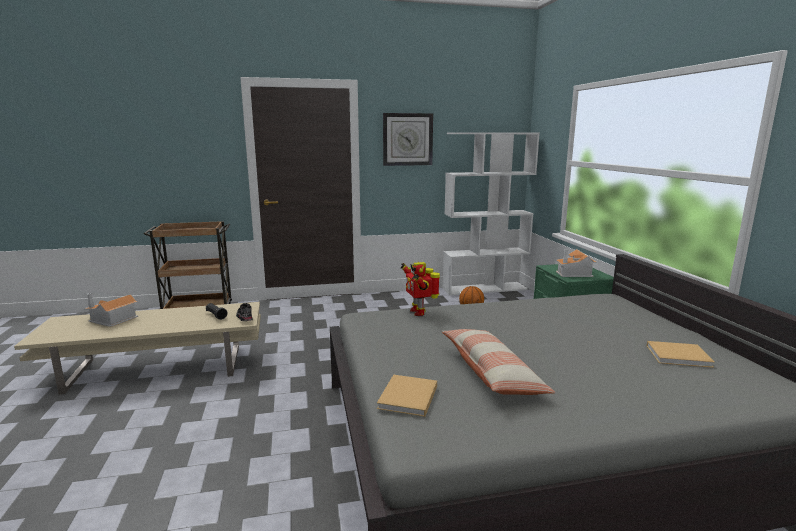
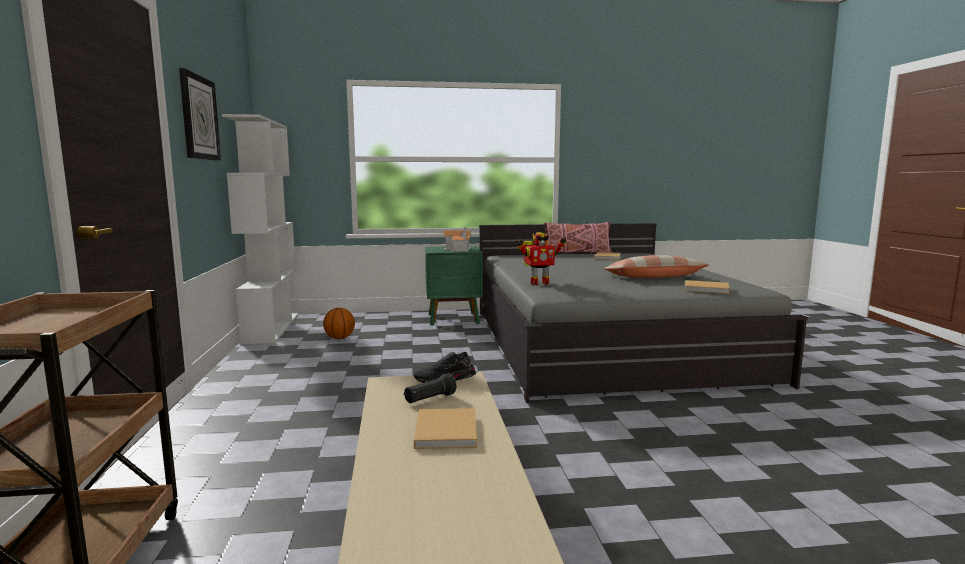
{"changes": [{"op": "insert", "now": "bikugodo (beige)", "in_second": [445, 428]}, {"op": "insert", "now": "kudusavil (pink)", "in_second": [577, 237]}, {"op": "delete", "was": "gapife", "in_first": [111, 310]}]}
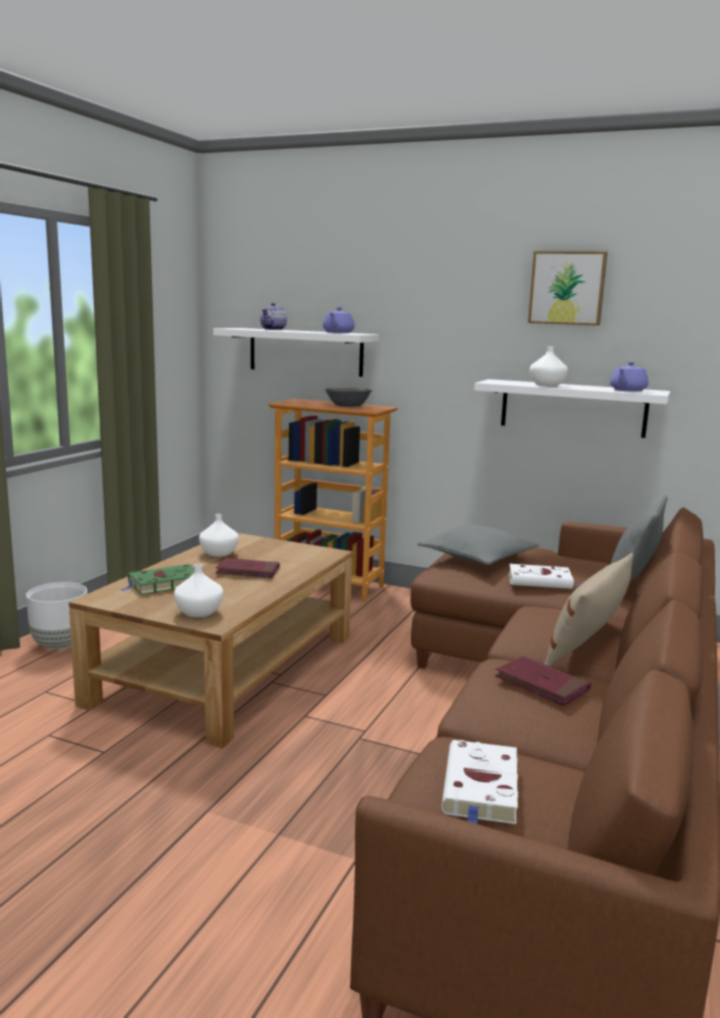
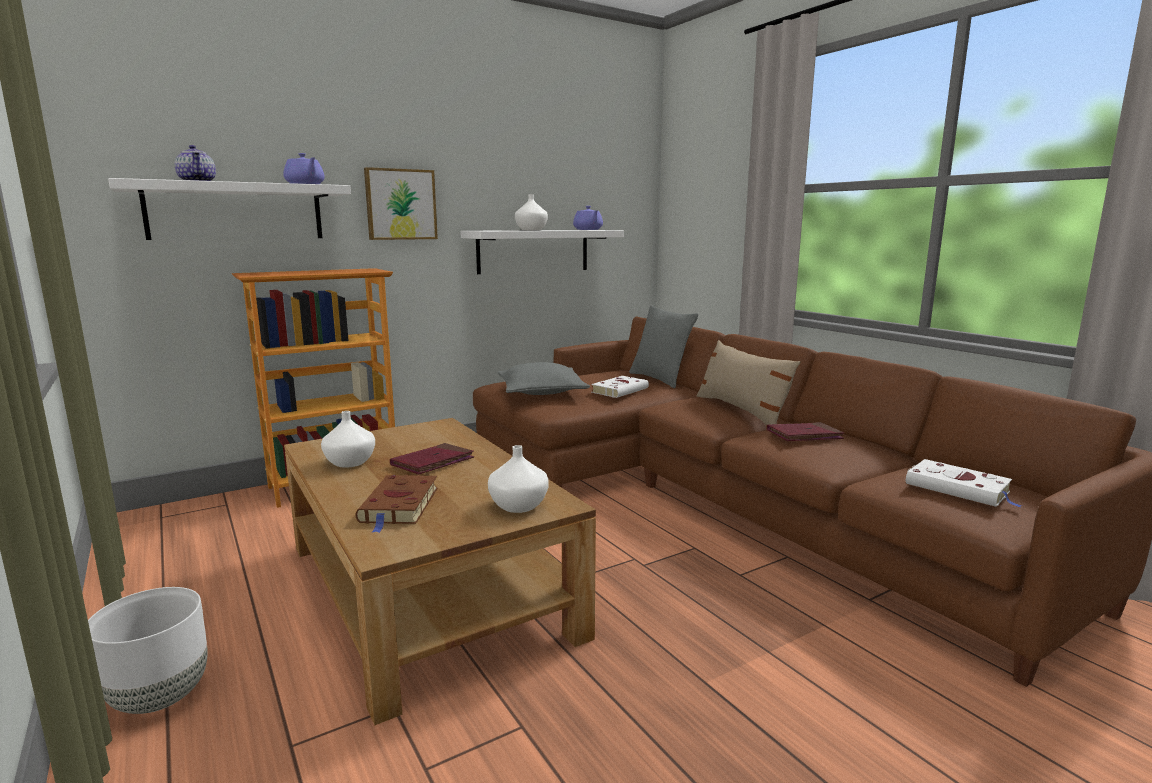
{"changes": [{"op": "recolor", "was": "bikugodo (green)", "now": "bikugodo (brown)", "in_first": [157, 579], "in_second": [397, 504]}, {"op": "move", "was": "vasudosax", "in_first": [567, 288], "in_second": [401, 203]}, {"op": "delete", "was": "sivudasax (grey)", "in_first": [348, 397]}]}
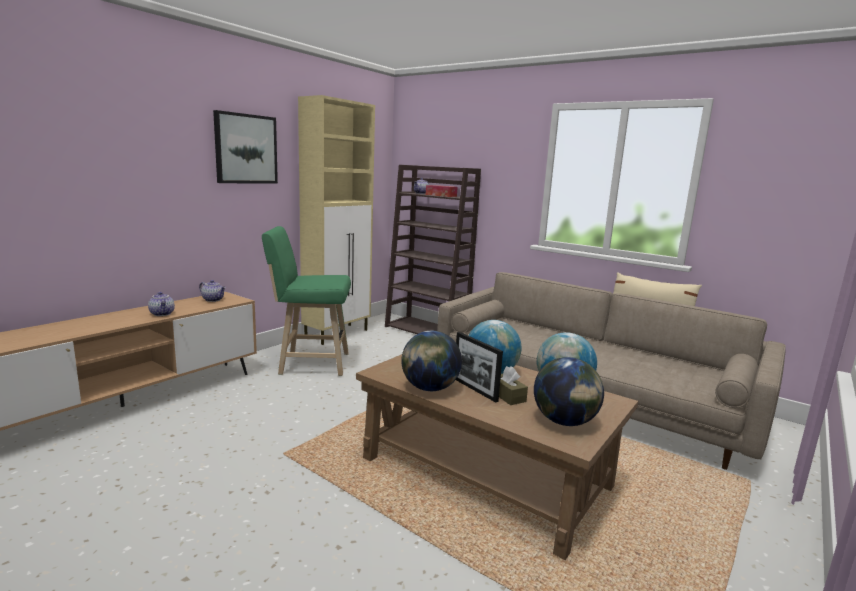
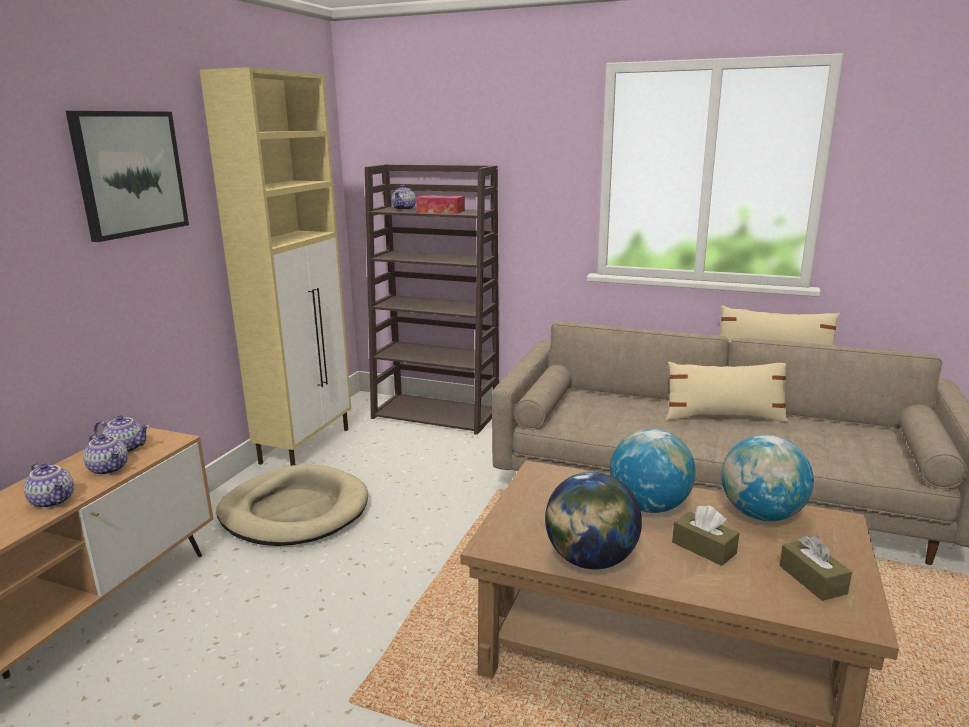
{"changes": [{"op": "insert", "now": "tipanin", "in_second": [105, 454]}, {"op": "replace", "was": "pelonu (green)", "now": "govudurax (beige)", "in_first": [306, 301], "in_second": [292, 505]}, {"op": "insert", "now": "kudusavil (beige)", "in_second": [727, 392]}, {"op": "replace", "was": "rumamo", "now": "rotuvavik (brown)", "in_first": [569, 391], "in_second": [815, 568]}, {"op": "delete", "was": "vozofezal", "in_first": [479, 367]}]}
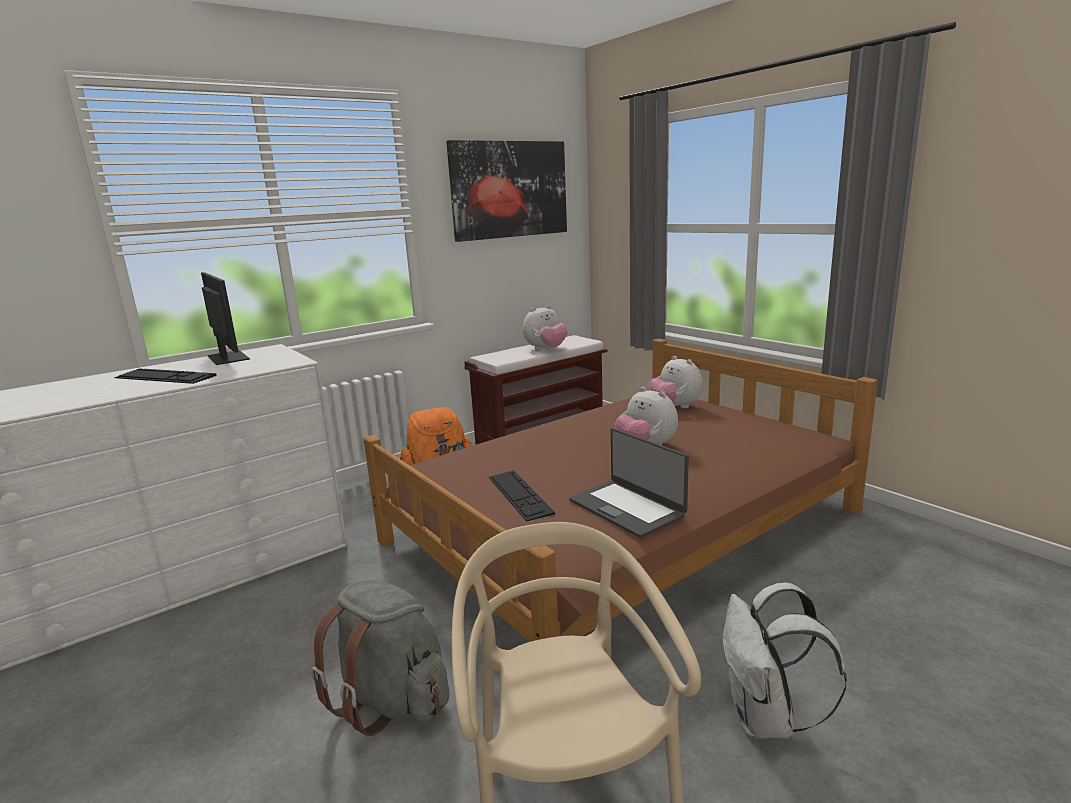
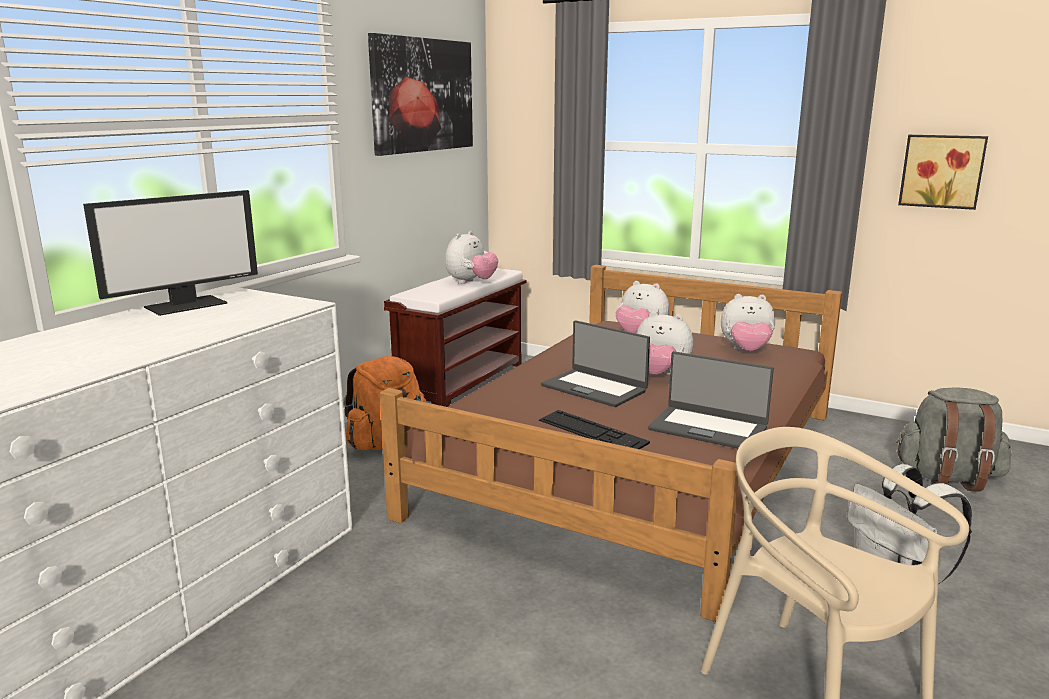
{"changes": [{"op": "rotate", "was": "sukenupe", "in_first": [225, 318], "in_second": [170, 253], "clockwise": 105}, {"op": "insert", "now": "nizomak", "in_second": [595, 364]}, {"op": "insert", "now": "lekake", "in_second": [748, 322]}, {"op": "move", "was": "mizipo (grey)", "in_first": [380, 658], "in_second": [954, 439]}, {"op": "insert", "now": "vasudosax", "in_second": [943, 172]}, {"op": "delete", "was": "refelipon", "in_first": [166, 376]}]}
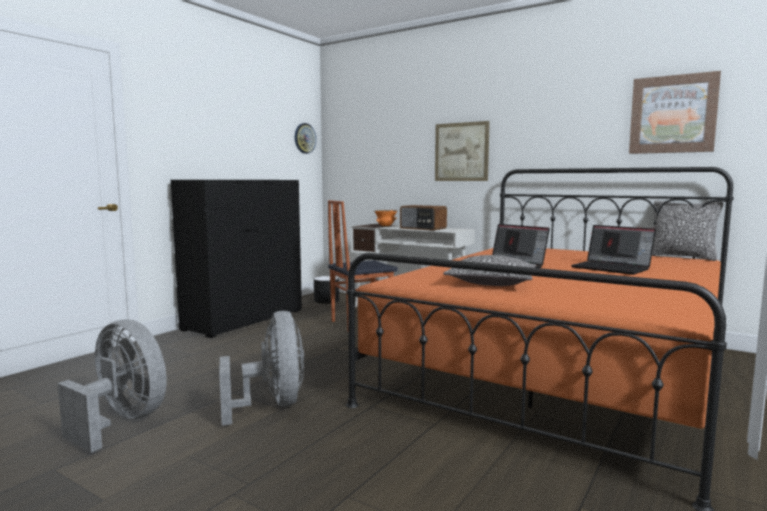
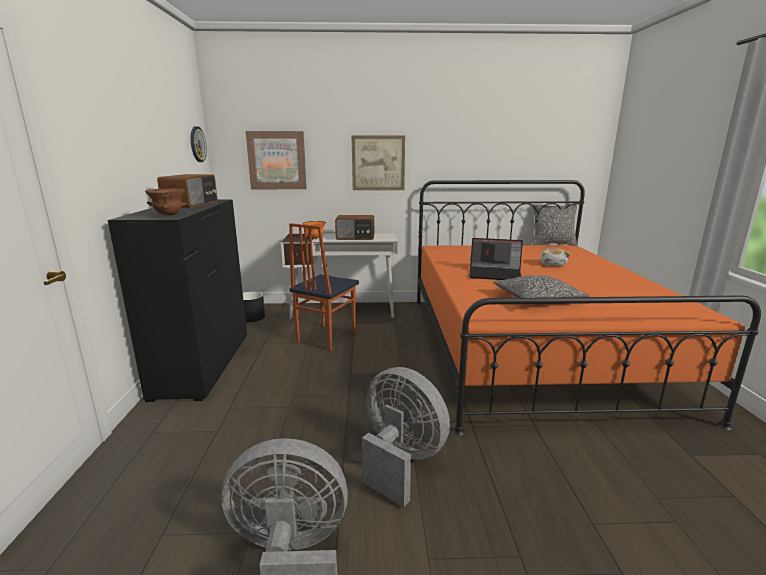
{"changes": [{"op": "insert", "now": "sivudasax (brown)", "in_second": [166, 202]}, {"op": "insert", "now": "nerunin", "in_second": [187, 191]}, {"op": "move", "was": "vasudosax", "in_first": [675, 112], "in_second": [276, 160]}, {"op": "replace", "was": "nizomak", "now": "lekake", "in_first": [613, 250], "in_second": [555, 256]}]}
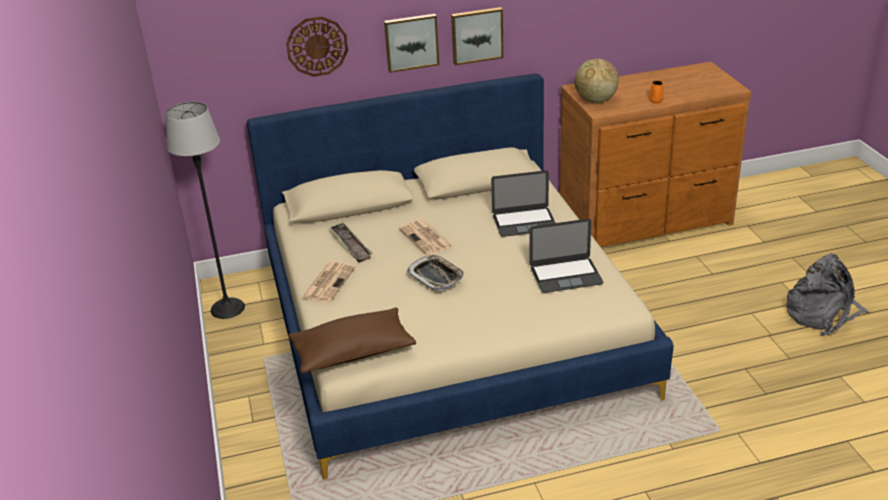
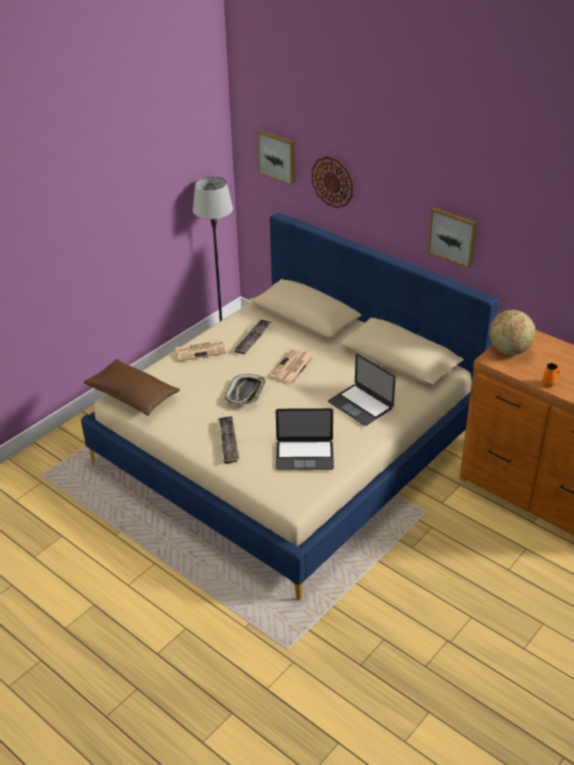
{"changes": [{"op": "insert", "now": "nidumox", "in_second": [228, 440]}, {"op": "move", "was": "vasudosax", "in_first": [411, 43], "in_second": [276, 157]}, {"op": "rotate", "was": "nizomak", "in_first": [567, 256], "in_second": [305, 439], "clockwise": -45}, {"op": "delete", "was": "mizipo (grey)", "in_first": [828, 295]}]}
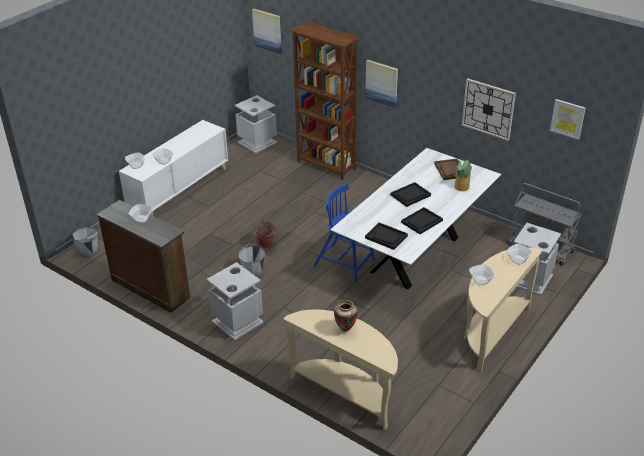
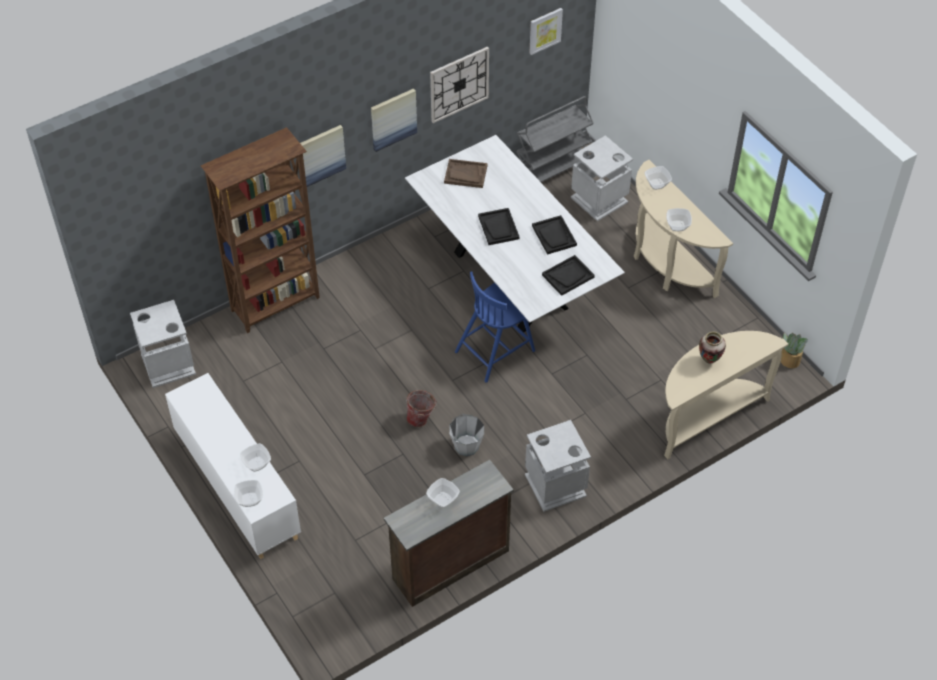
{"changes": [{"op": "move", "was": "vasudosax", "in_first": [267, 31], "in_second": [394, 120]}, {"op": "move", "was": "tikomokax", "in_first": [463, 175], "in_second": [794, 350]}, {"op": "delete", "was": "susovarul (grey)", "in_first": [85, 242]}]}
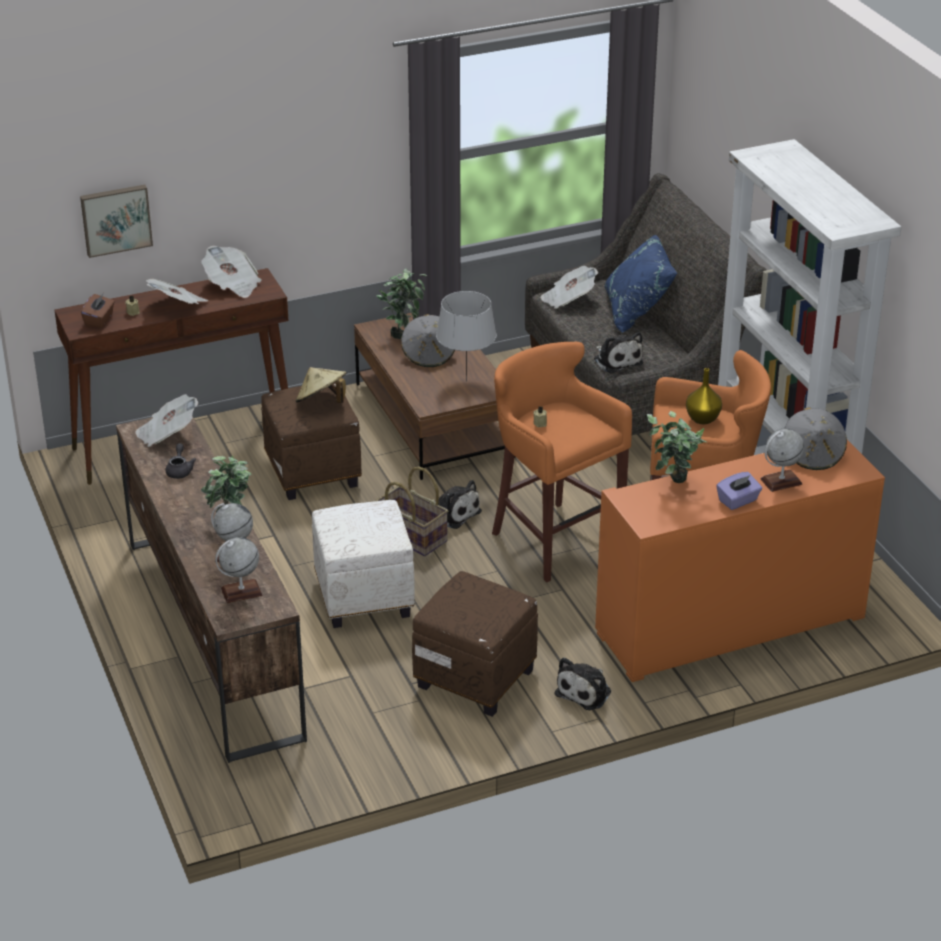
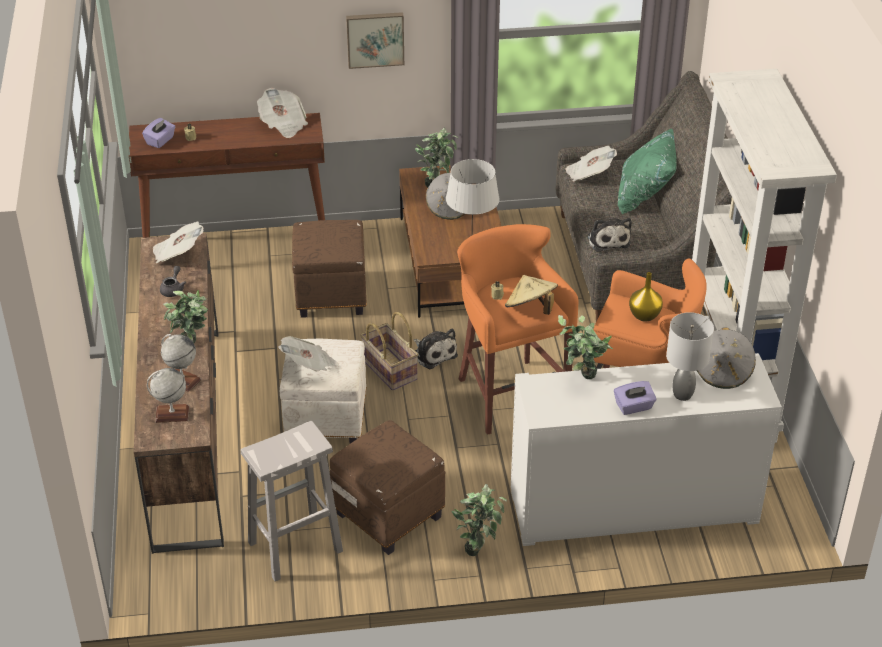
{"changes": [{"op": "recolor", "was": "rotuvavik (brown)", "now": "rotuvavik (purple)", "in_first": [98, 311], "in_second": [159, 133]}, {"op": "insert", "now": "pelonu (white)", "in_second": [292, 501]}, {"op": "move", "was": "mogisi", "in_first": [177, 291], "in_second": [308, 354]}, {"op": "move", "was": "vasudosax", "in_first": [116, 221], "in_second": [375, 40]}, {"op": "replace", "was": "lekake", "now": "tikomokax", "in_first": [582, 683], "in_second": [479, 520]}, {"op": "move", "was": "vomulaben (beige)", "in_first": [321, 385], "in_second": [531, 295]}, {"op": "recolor", "was": "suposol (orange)", "now": "suposol (white)", "in_first": [740, 561], "in_second": [646, 449]}, {"op": "recolor", "was": "kudusavil (blue)", "now": "kudusavil (green)", "in_first": [641, 284], "in_second": [647, 171]}, {"op": "replace", "was": "rumamo", "now": "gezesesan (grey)", "in_first": [782, 460], "in_second": [690, 356]}]}
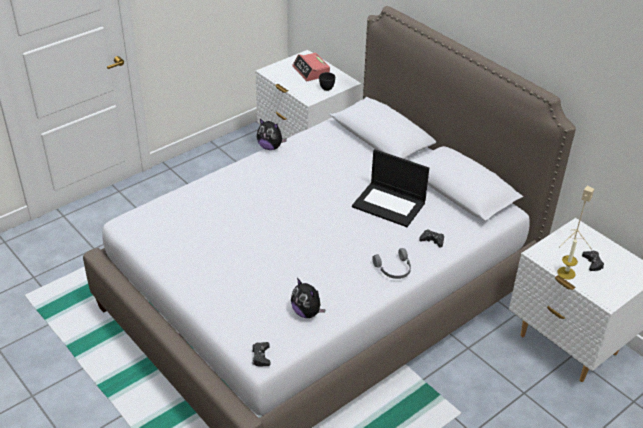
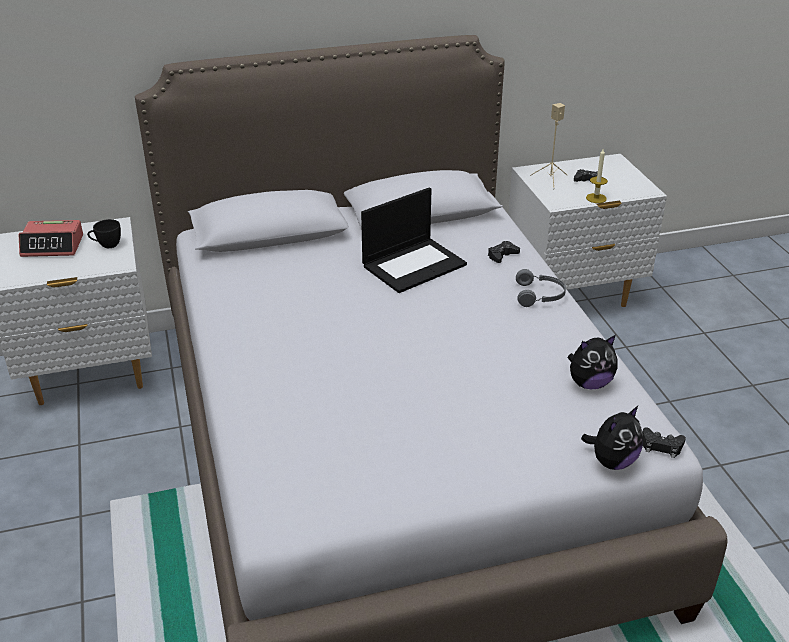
{"changes": [{"op": "move", "was": "lekake", "in_first": [272, 134], "in_second": [612, 437]}]}
